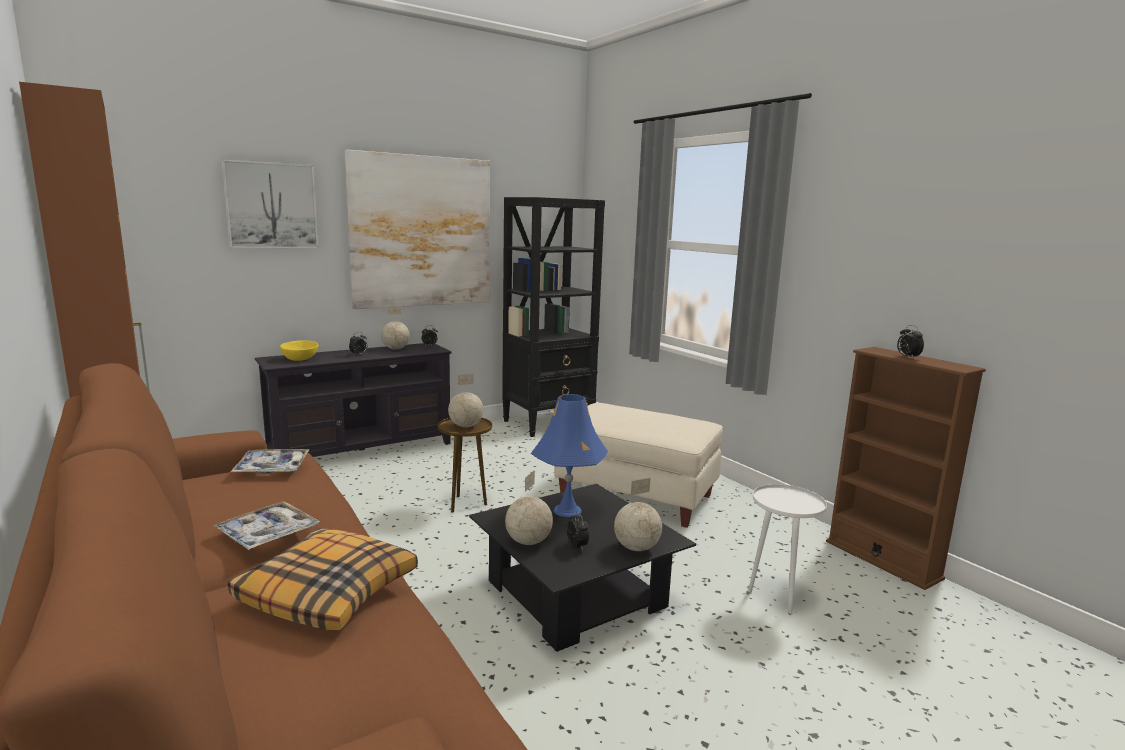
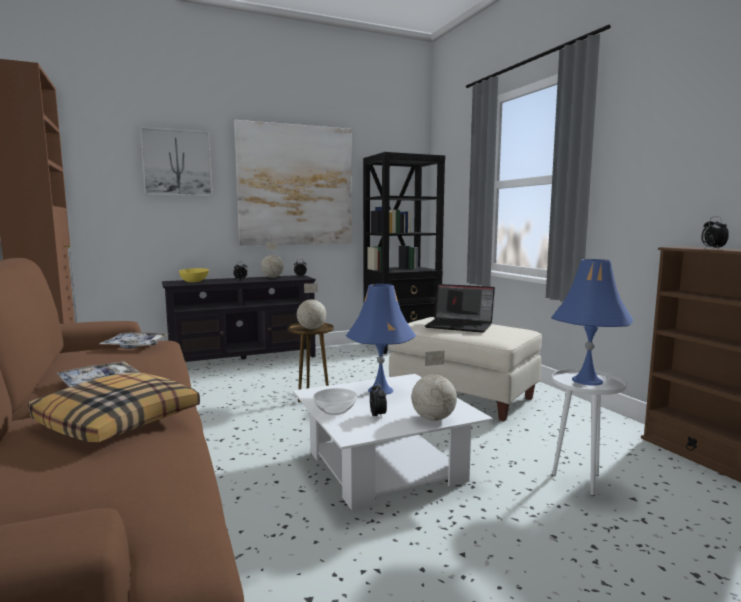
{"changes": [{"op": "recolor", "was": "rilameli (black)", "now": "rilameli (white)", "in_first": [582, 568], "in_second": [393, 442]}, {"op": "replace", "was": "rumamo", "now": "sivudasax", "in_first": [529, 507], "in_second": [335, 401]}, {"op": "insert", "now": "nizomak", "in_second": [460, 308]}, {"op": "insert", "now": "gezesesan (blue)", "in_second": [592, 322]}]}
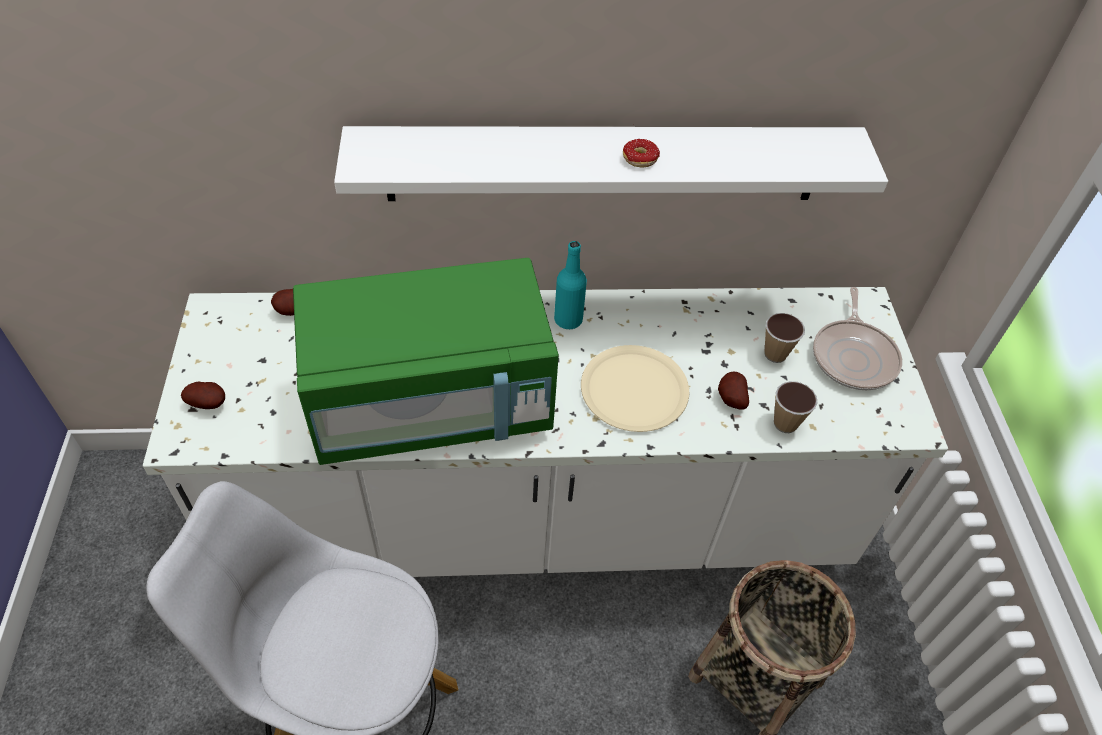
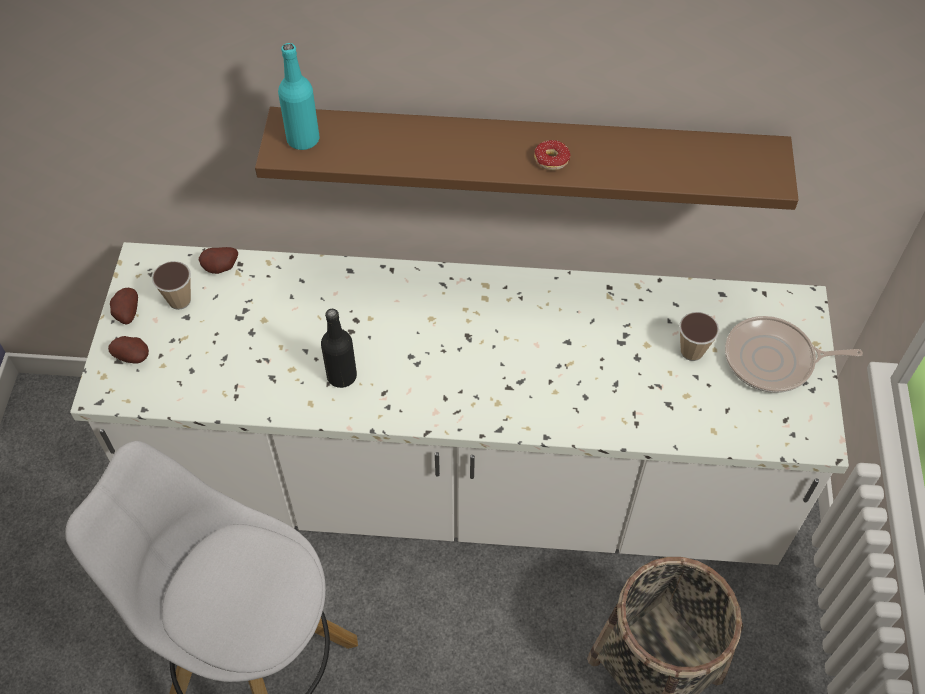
{"changes": [{"op": "move", "was": "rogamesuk", "in_first": [733, 391], "in_second": [124, 306]}, {"op": "move", "was": "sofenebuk", "in_first": [796, 407], "in_second": [171, 285]}, {"op": "recolor", "was": "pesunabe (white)", "now": "pesunabe (brown)", "in_first": [611, 163], "in_second": [526, 158]}, {"op": "move", "was": "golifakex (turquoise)", "in_first": [570, 285], "in_second": [299, 96]}, {"op": "replace", "was": "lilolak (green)", "now": "golifakex (black)", "in_first": [426, 361], "in_second": [339, 348]}, {"op": "rotate", "was": "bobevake", "in_first": [857, 339], "in_second": [794, 354], "clockwise": 75}, {"op": "delete", "was": "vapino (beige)", "in_first": [635, 388]}]}
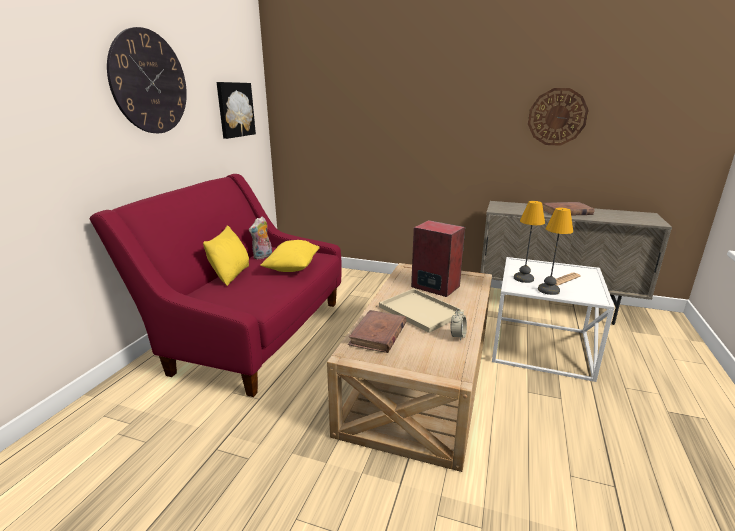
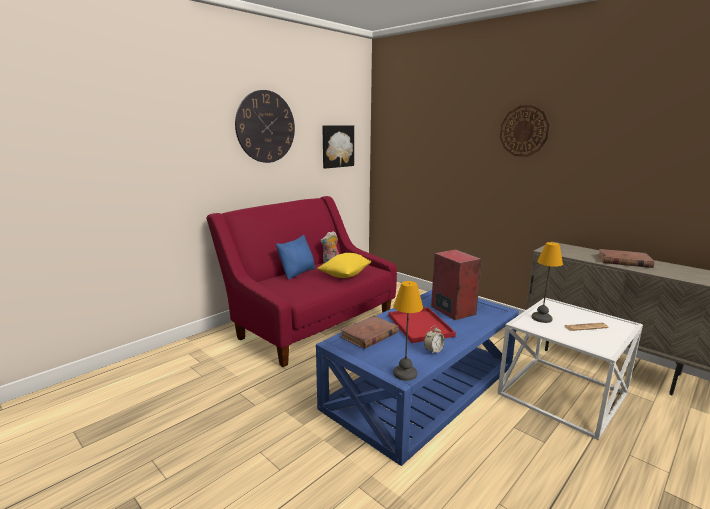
{"changes": [{"op": "recolor", "was": "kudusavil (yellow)", "now": "kudusavil (blue)", "in_first": [226, 255], "in_second": [295, 257]}, {"op": "recolor", "was": "rilameli (beige)", "now": "rilameli (blue)", "in_first": [409, 367], "in_second": [417, 378]}, {"op": "recolor", "was": "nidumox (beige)", "now": "nidumox (red)", "in_first": [421, 310], "in_second": [422, 325]}, {"op": "move", "was": "gezesesan", "in_first": [555, 251], "in_second": [408, 331]}, {"op": "move", "was": "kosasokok", "in_first": [558, 117], "in_second": [525, 131]}]}
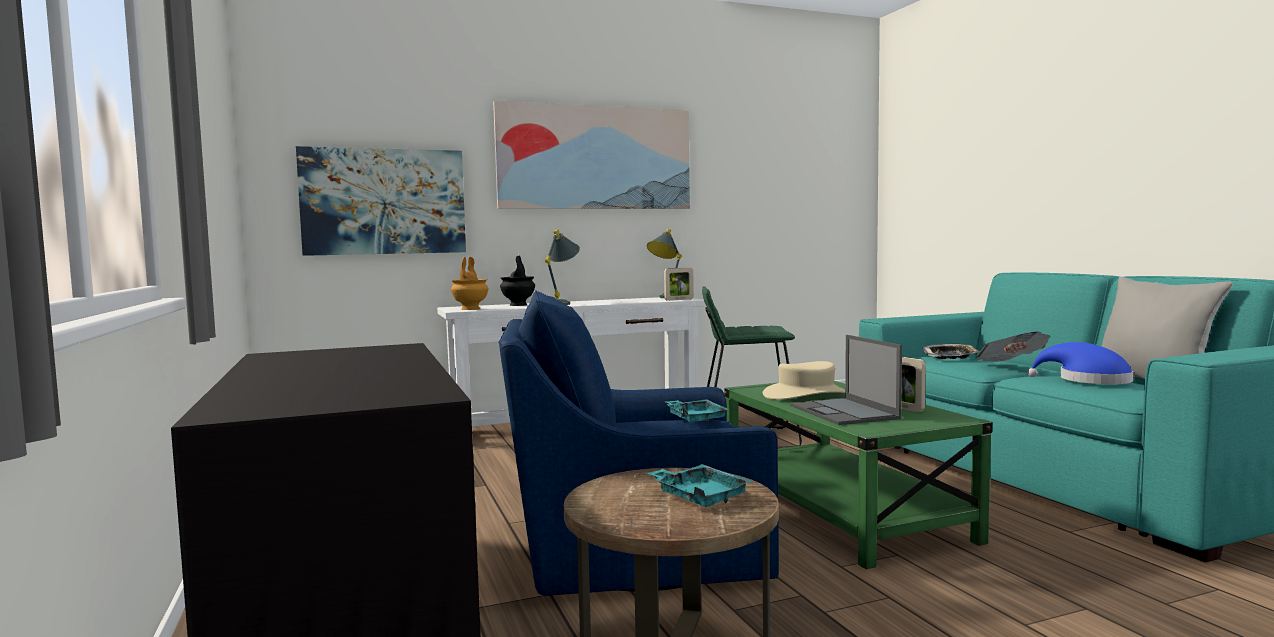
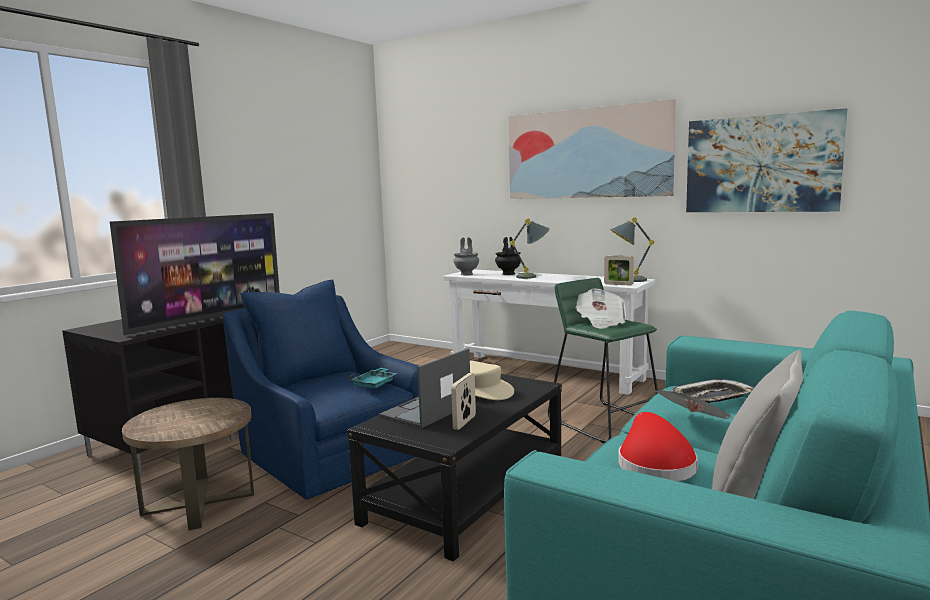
{"changes": [{"op": "insert", "now": "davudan", "in_second": [195, 274]}, {"op": "recolor", "was": "rilameli (green)", "now": "rilameli (black)", "in_first": [858, 475], "in_second": [454, 467]}, {"op": "recolor", "was": "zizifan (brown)", "now": "zizifan (grey)", "in_first": [470, 283], "in_second": [466, 256]}, {"op": "insert", "now": "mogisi", "in_second": [601, 308]}, {"op": "recolor", "was": "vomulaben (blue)", "now": "vomulaben (red)", "in_first": [1080, 363], "in_second": [658, 446]}, {"op": "move", "was": "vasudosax", "in_first": [381, 201], "in_second": [766, 160]}, {"op": "delete", "was": "nidumox (turquoise)", "in_first": [700, 485]}]}
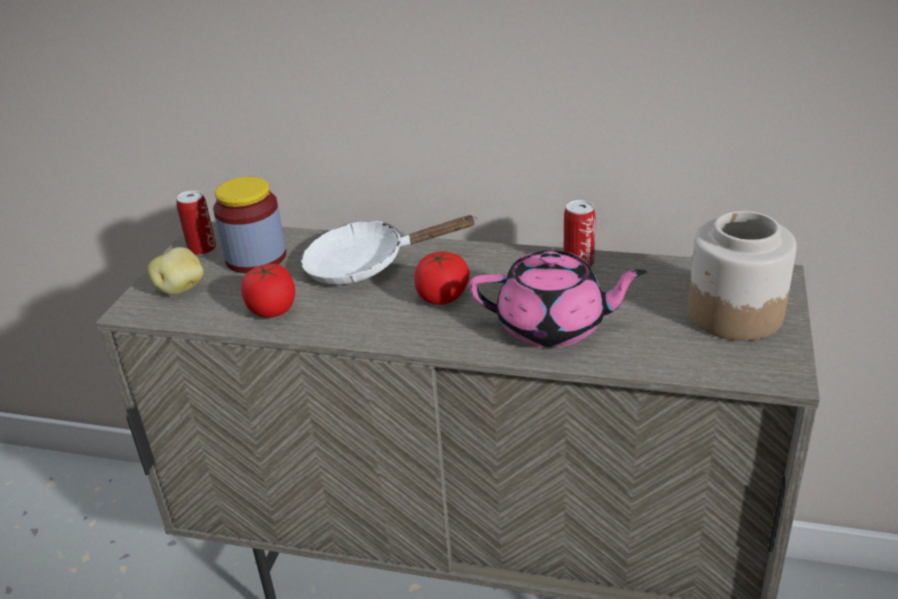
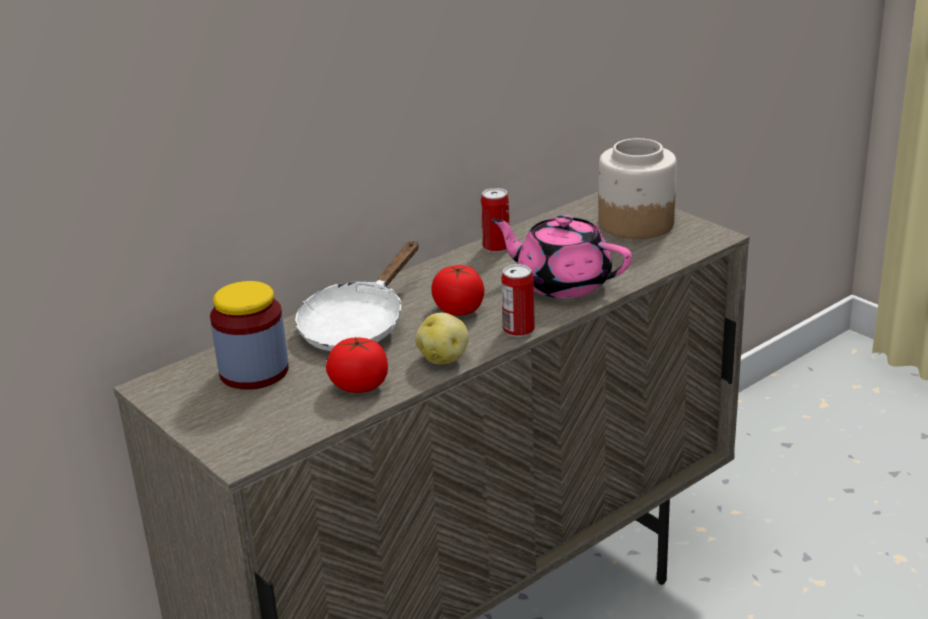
{"changes": [{"op": "move", "was": "rogamesuk", "in_first": [176, 271], "in_second": [442, 338]}, {"op": "rotate", "was": "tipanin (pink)", "in_first": [558, 299], "in_second": [561, 256], "clockwise": -105}, {"op": "move", "was": "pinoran", "in_first": [196, 223], "in_second": [518, 300]}]}
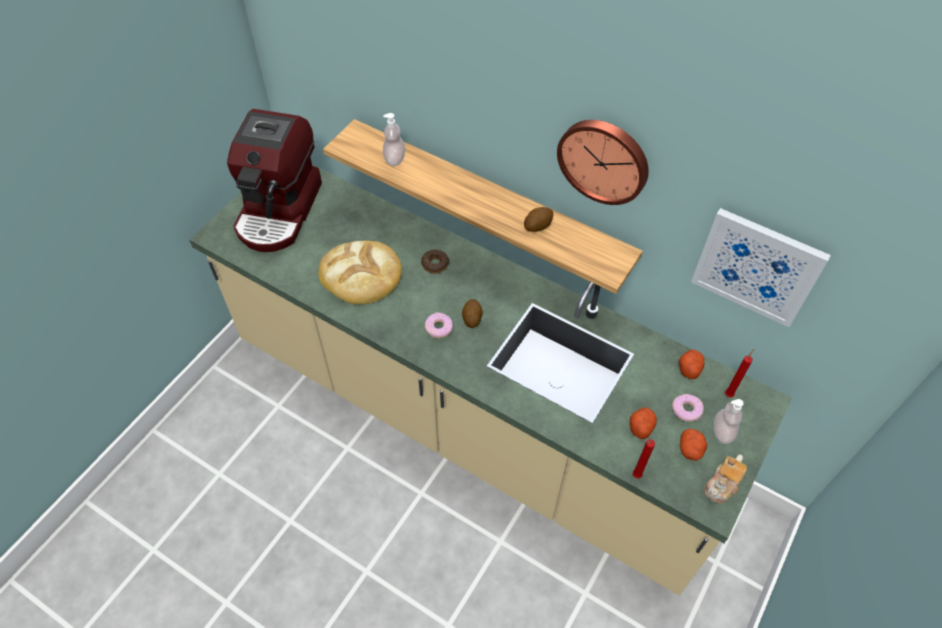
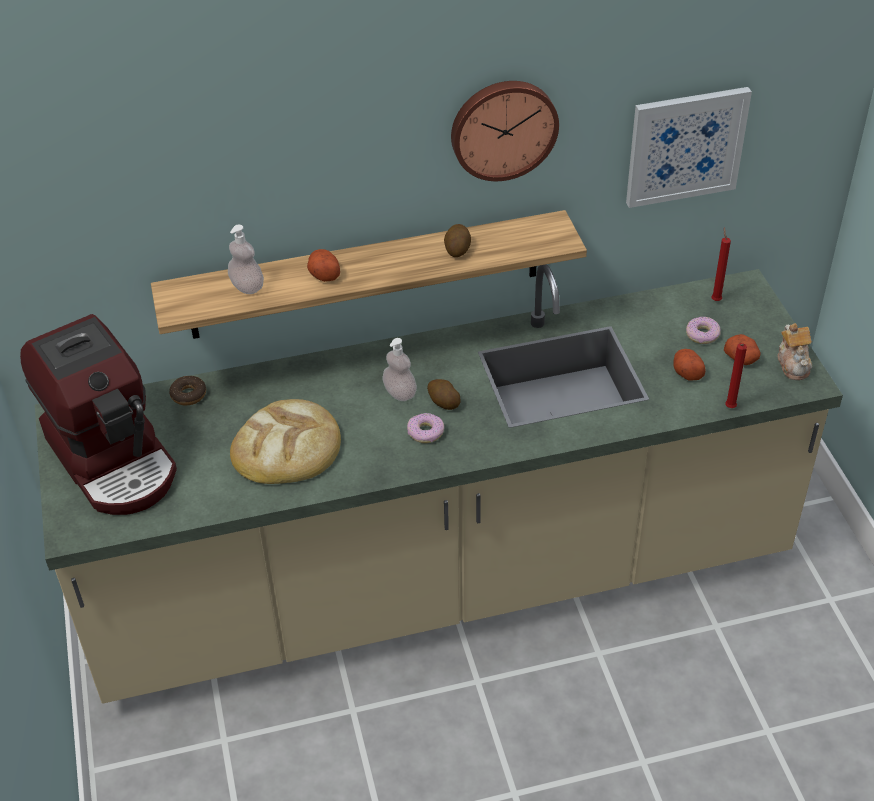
{"changes": [{"op": "move", "was": "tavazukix", "in_first": [435, 261], "in_second": [187, 390]}, {"op": "move", "was": "rogamesuk", "in_first": [691, 364], "in_second": [323, 265]}, {"op": "move", "was": "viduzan", "in_first": [728, 421], "in_second": [400, 369]}]}
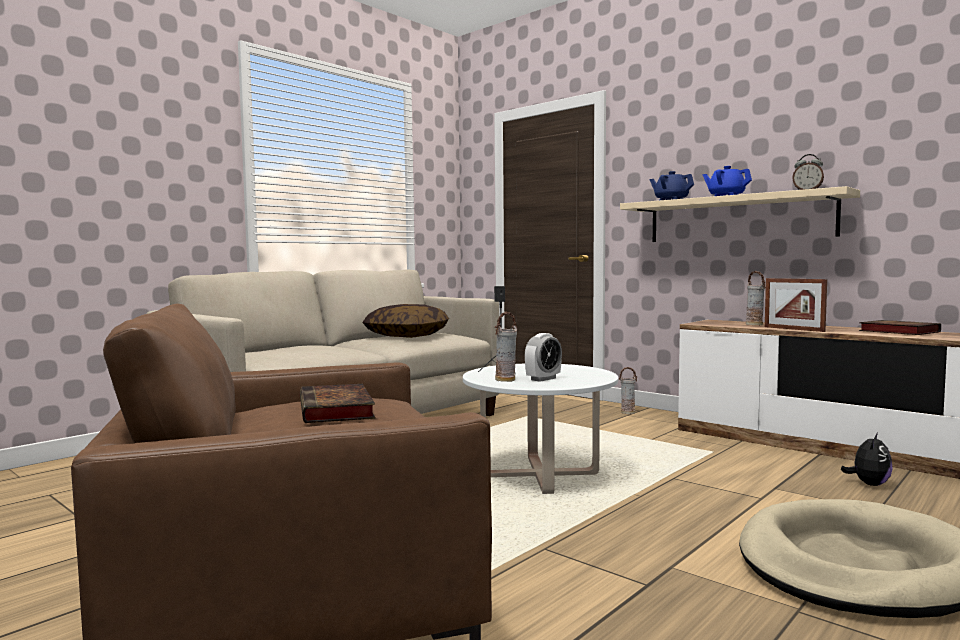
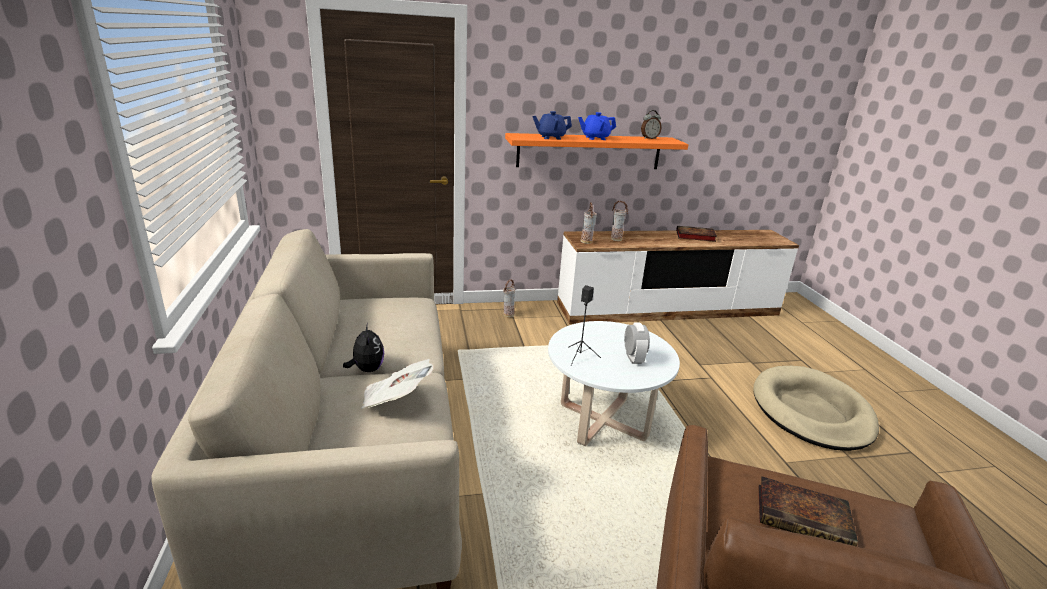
{"changes": [{"op": "move", "was": "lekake", "in_first": [867, 459], "in_second": [363, 347]}, {"op": "insert", "now": "mogisi", "in_second": [397, 384]}, {"op": "recolor", "was": "pesunabe (beige)", "now": "pesunabe (orange)", "in_first": [740, 214], "in_second": [597, 151]}, {"op": "move", "was": "zizifan", "in_first": [506, 347], "in_second": [588, 223]}, {"op": "delete", "was": "kudusavil", "in_first": [405, 321]}, {"op": "delete", "was": "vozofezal", "in_first": [796, 305]}]}
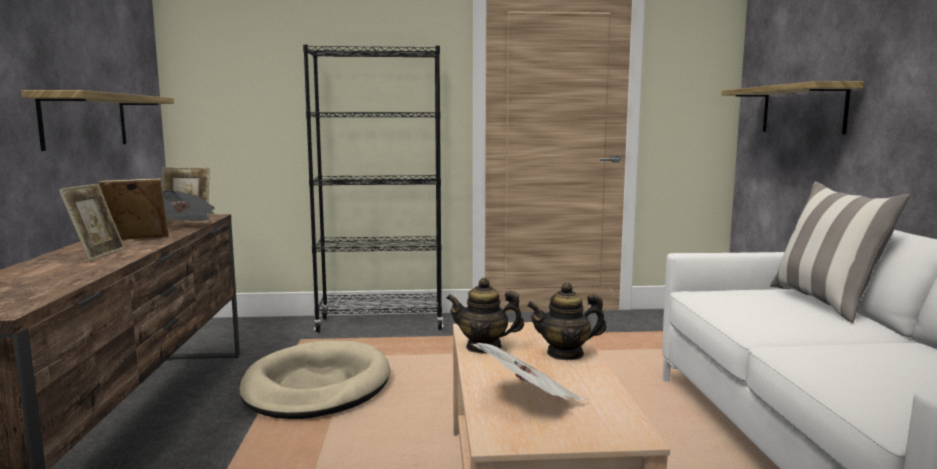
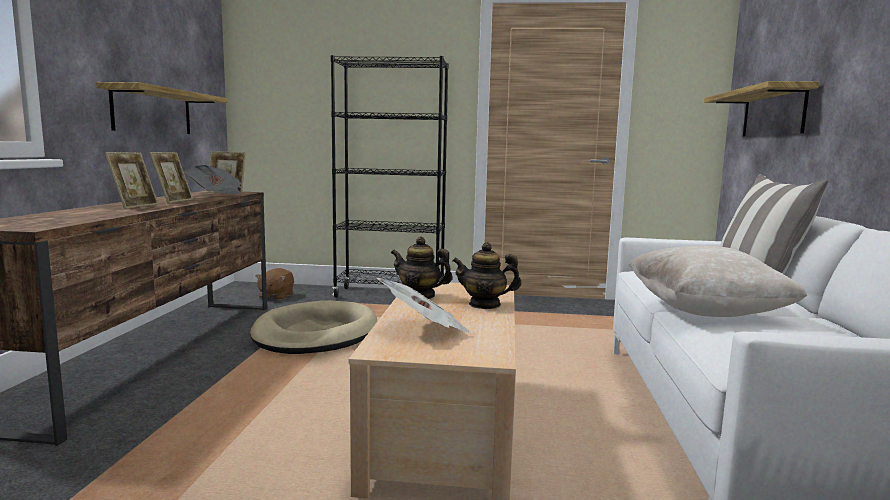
{"changes": [{"op": "rotate", "was": "vozofezal", "in_first": [133, 209], "in_second": [171, 177], "clockwise": 105}, {"op": "insert", "now": "lekake (brown)", "in_second": [275, 284]}, {"op": "insert", "now": "kudusavil (beige)", "in_second": [717, 281]}]}
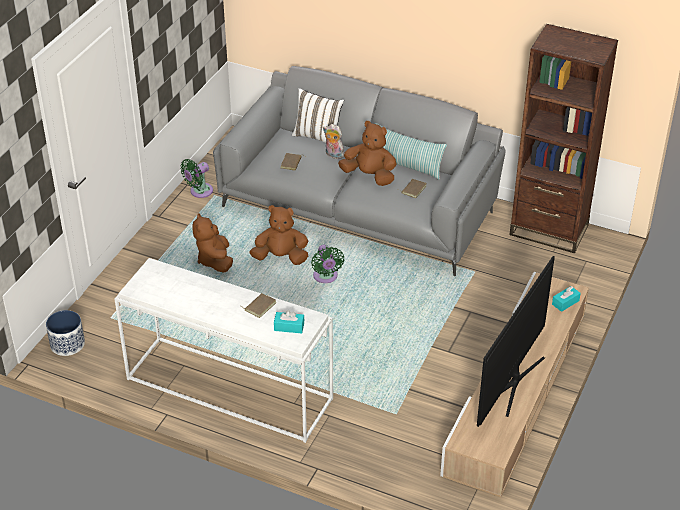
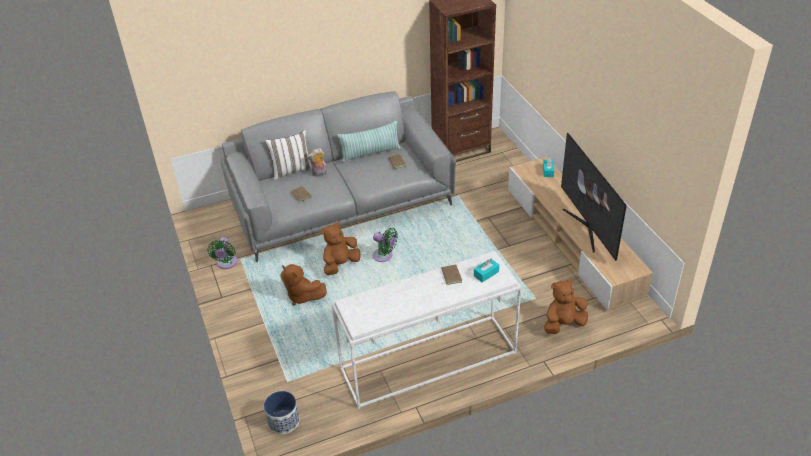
{"changes": [{"op": "move", "was": "lekake (brown)", "in_first": [367, 153], "in_second": [566, 306]}]}
